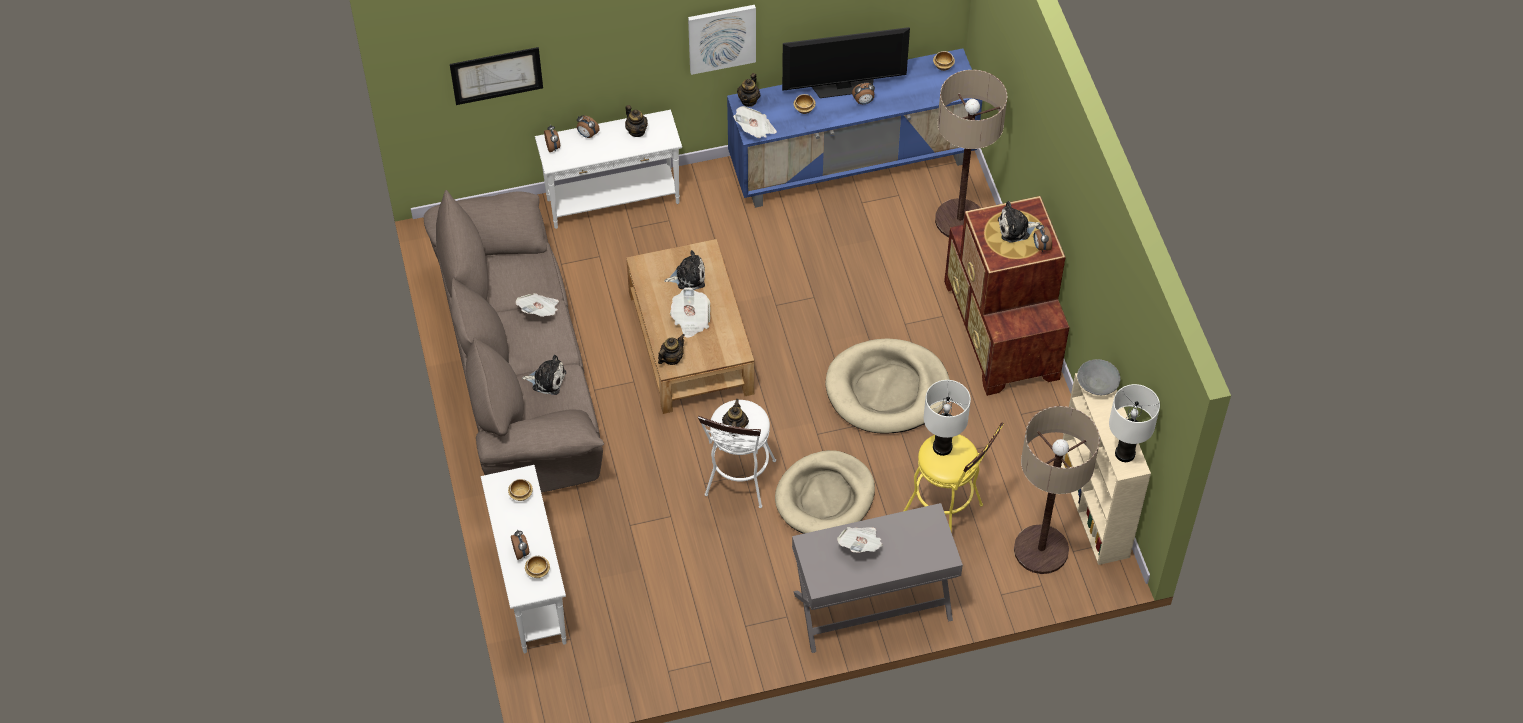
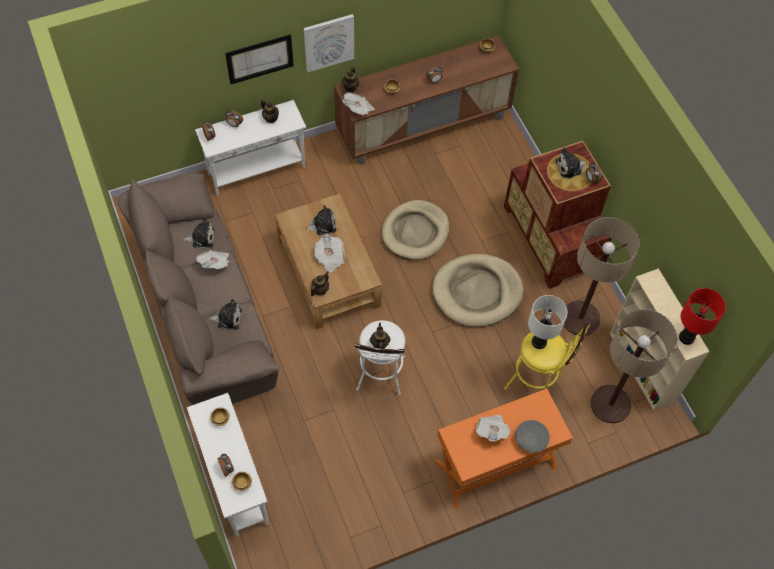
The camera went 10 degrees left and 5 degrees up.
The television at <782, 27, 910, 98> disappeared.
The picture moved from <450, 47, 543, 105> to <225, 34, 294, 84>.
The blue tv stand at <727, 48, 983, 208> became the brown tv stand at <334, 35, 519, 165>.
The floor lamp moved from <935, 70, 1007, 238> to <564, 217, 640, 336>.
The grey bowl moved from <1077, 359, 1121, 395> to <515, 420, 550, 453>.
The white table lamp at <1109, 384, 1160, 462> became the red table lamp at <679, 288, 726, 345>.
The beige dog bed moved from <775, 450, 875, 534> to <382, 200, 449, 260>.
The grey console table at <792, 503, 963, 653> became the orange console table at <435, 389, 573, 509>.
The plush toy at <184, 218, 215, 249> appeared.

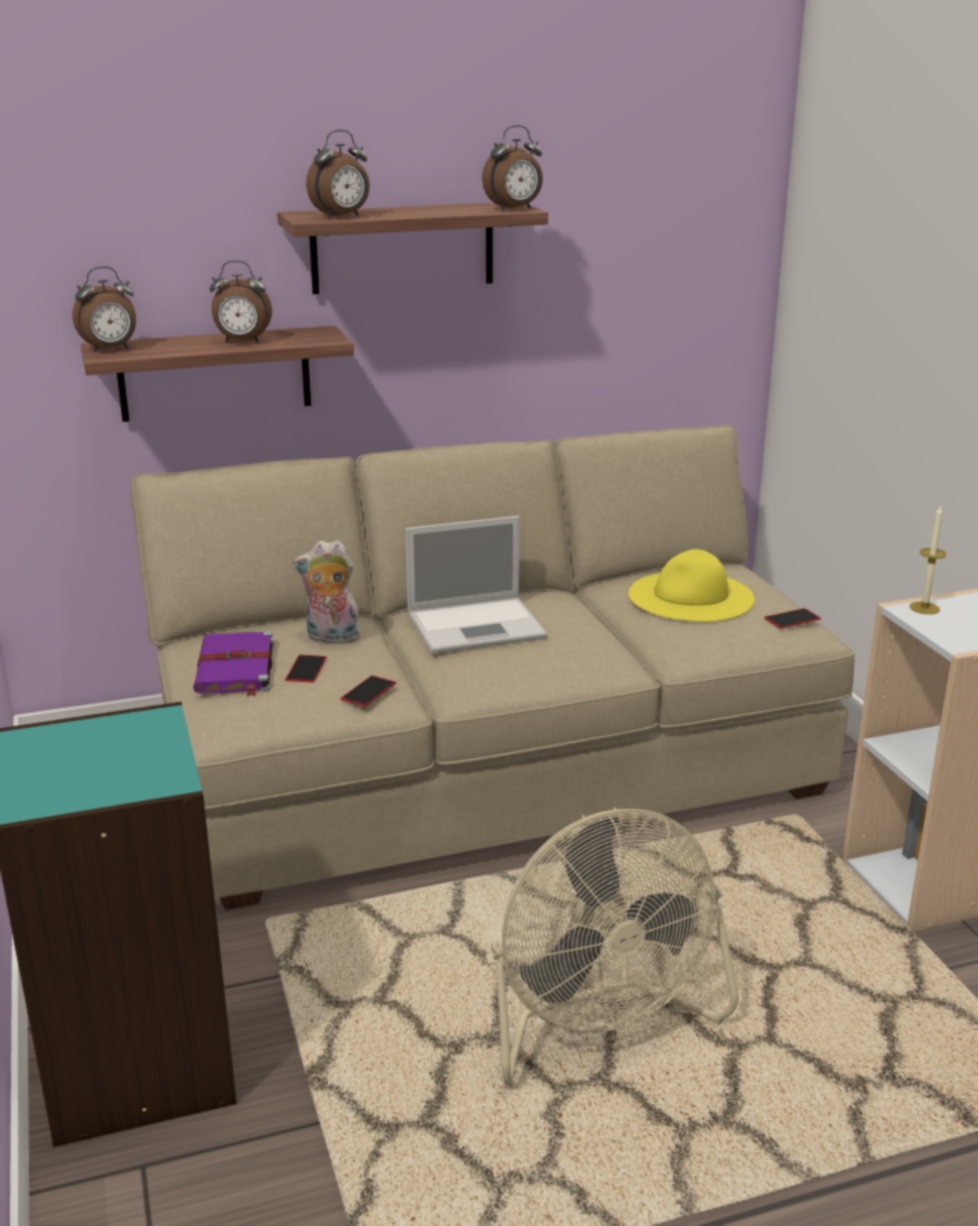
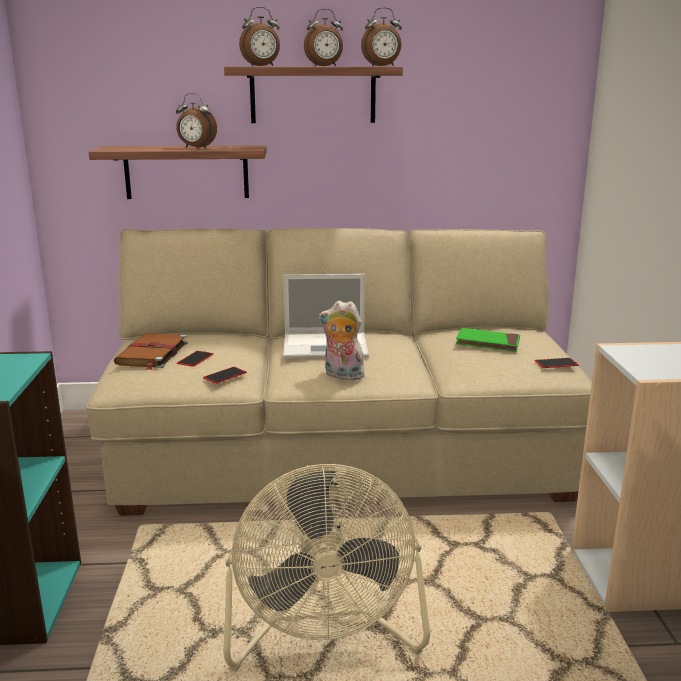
The camera went 15 degrees right and 5 degrees down.
The alarm clock moved from <73, 267, 136, 352> to <304, 9, 343, 66>.
The candle at <910, 504, 946, 614> disappeared.
The plush toy moved from <293, 540, 364, 644> to <319, 300, 365, 380>.
The yellow hat at <629, 549, 754, 622> was replaced by the green book at <456, 328, 520, 352>.
The purple book at <193, 631, 274, 697> became the brown book at <114, 333, 188, 370>.

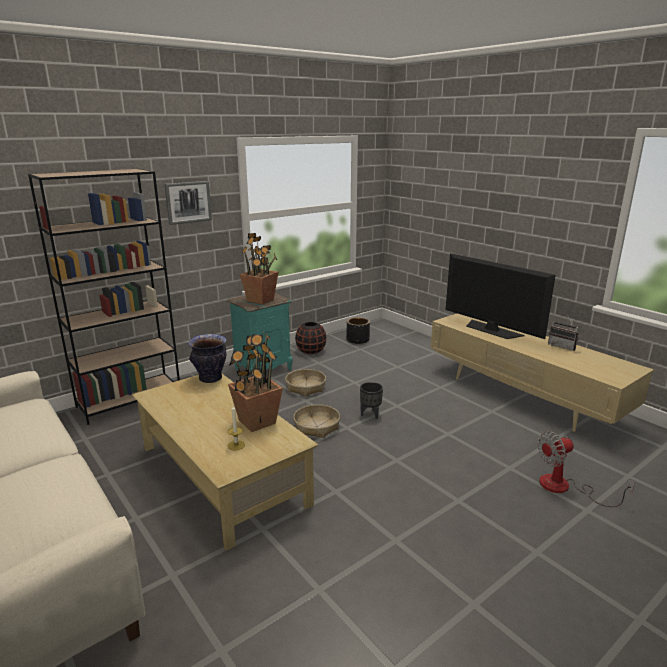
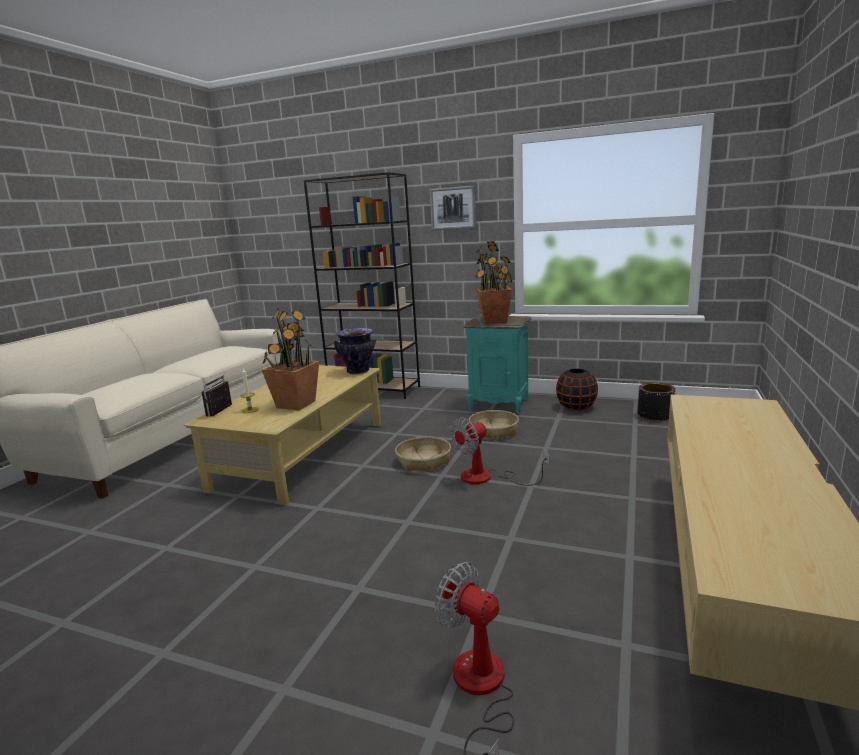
The camera went 60 degrees right and 5 degrees down.
The television at <445, 253, 555, 339> disappeared.
The radio moved from <548, 315, 579, 351> to <201, 371, 232, 417>.
The black planter at <360, 382, 383, 419> was replaced by the fan at <451, 417, 550, 486>.

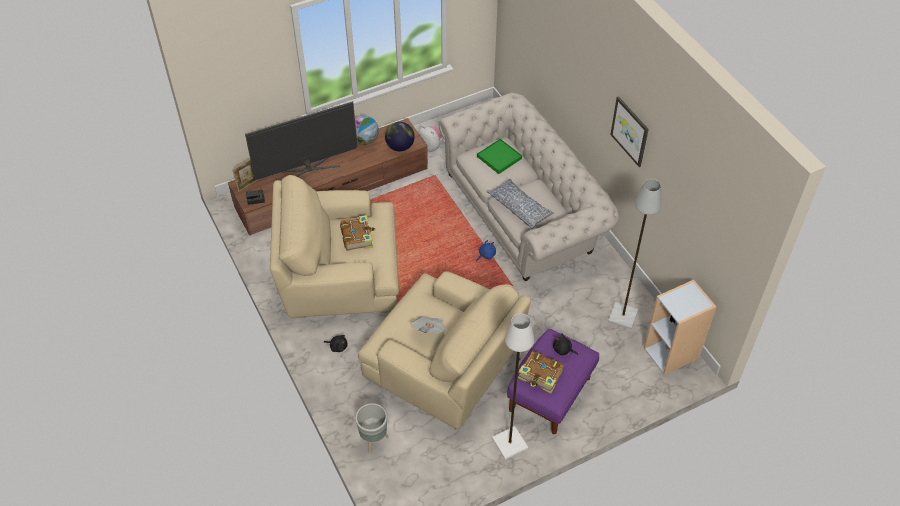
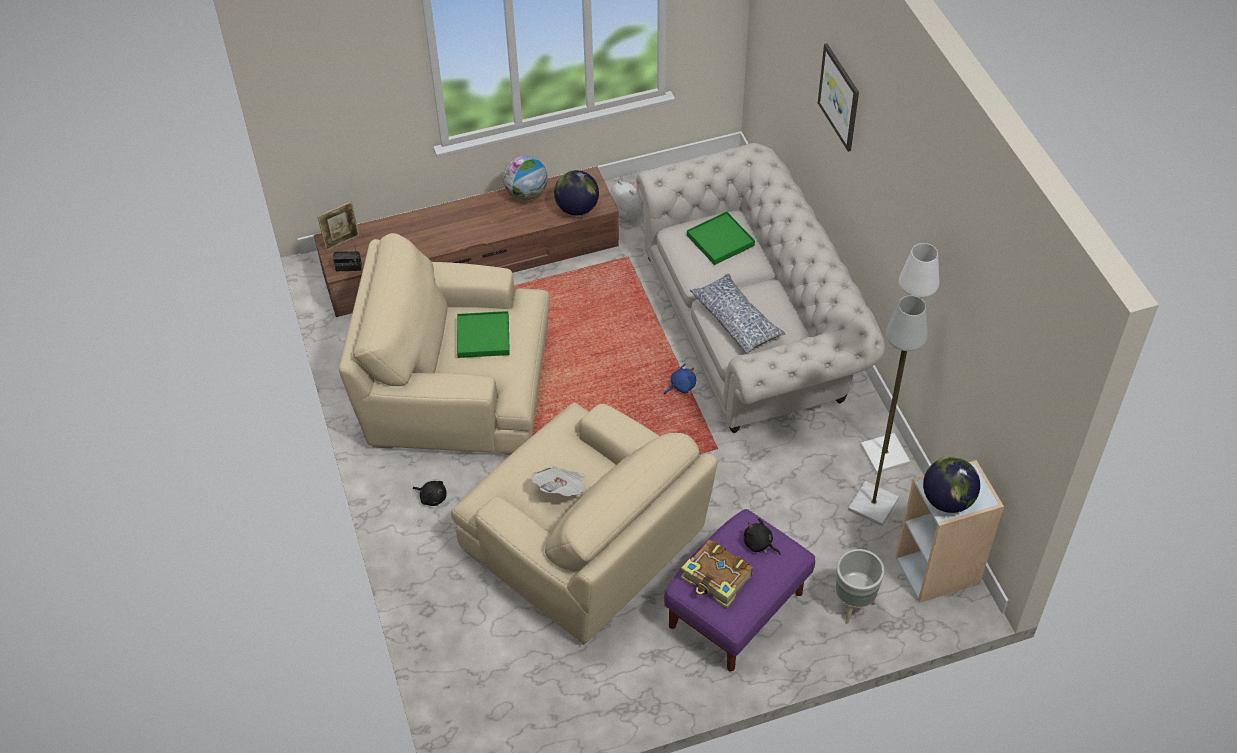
The camera went 10 degrees right and 0 degrees up.
The picture moved from <610, 96, 649, 167> to <818, 43, 859, 152>.
The television at <245, 101, 358, 180> disappeared.
The book at <340, 215, 376, 251> was replaced by the green tray at <457, 311, 510, 358>.
The white floor lamp moved from <492, 313, 534, 460> to <861, 243, 939, 474>.
The grey planter moved from <355, 403, 389, 454> to <836, 549, 885, 624>.
The globe at <923, 457, 980, 513> appeared.

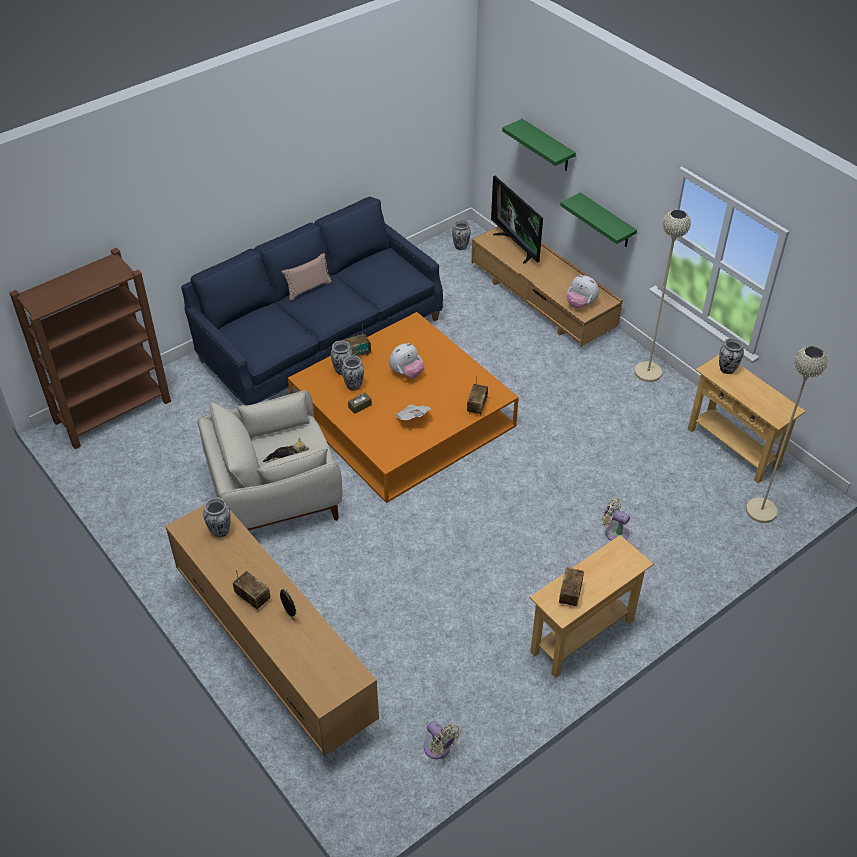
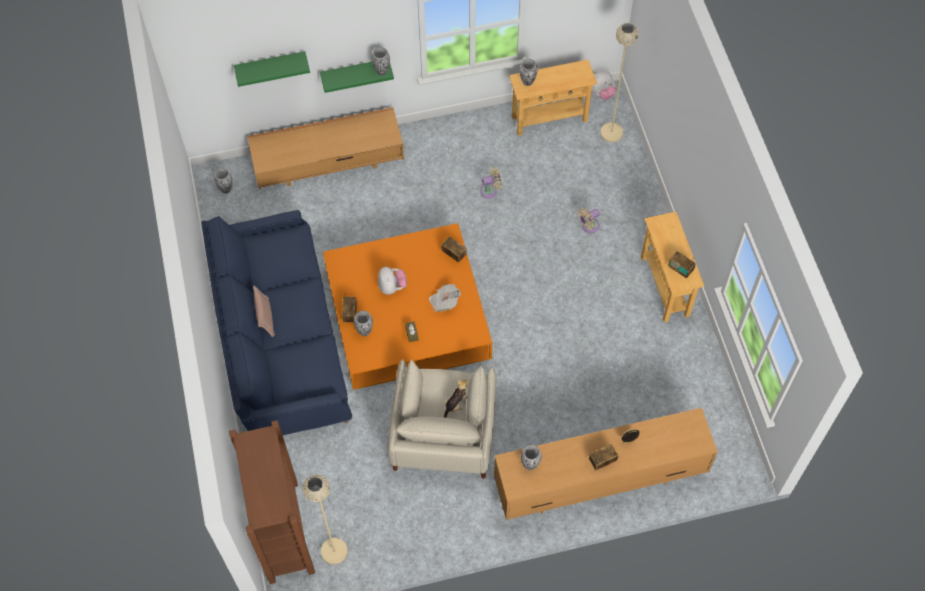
The camera went 65 degrees left and 15 degrees up.
The television at <491, 176, 543, 264> disappeared.
The beige floor lamp moved from <635, 209, 691, 382> to <303, 475, 348, 564>.
The plush toy moved from <566, 275, 599, 309> to <592, 72, 616, 100>.
The vase moved from <342, 356, 364, 391> to <372, 47, 390, 75>.
The beige fan moved from <424, 721, 460, 759> to <480, 167, 502, 199>.

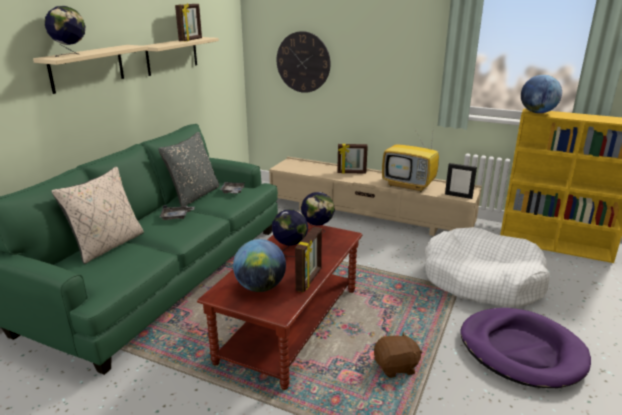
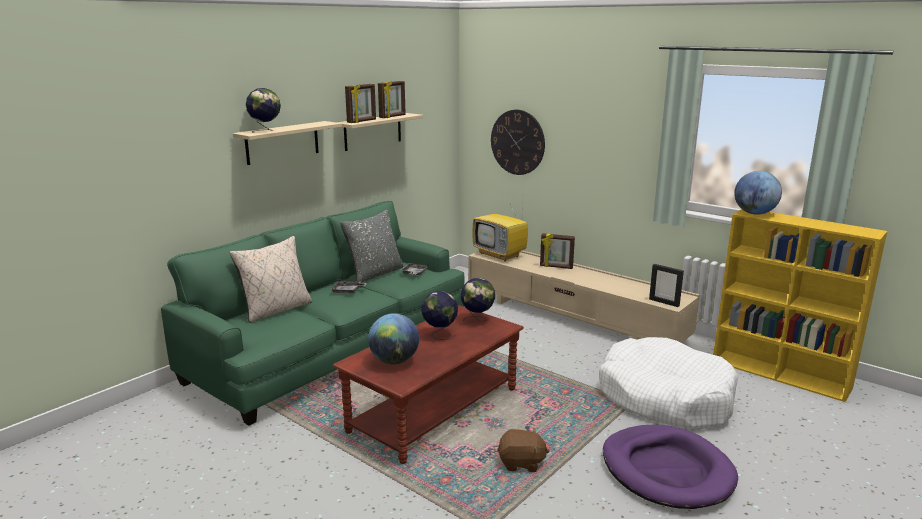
The camera went 15 degrees right and 5 degrees down.
The television moved from <382, 126, 439, 192> to <472, 198, 528, 261>.
The picture frame moved from <295, 227, 322, 292> to <345, 84, 376, 123>.

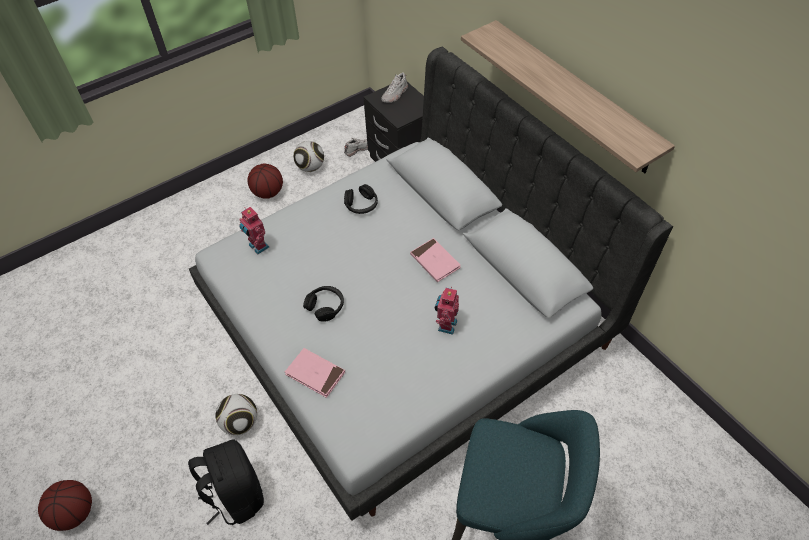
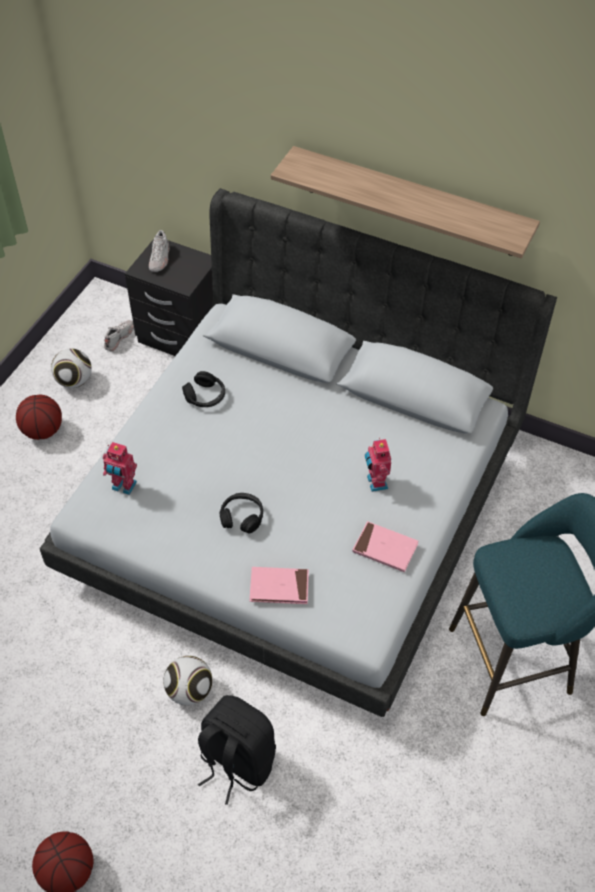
The camera went 30 degrees left and 0 degrees up.
The pink book moved from <410, 238, 461, 282> to <352, 521, 418, 572>.

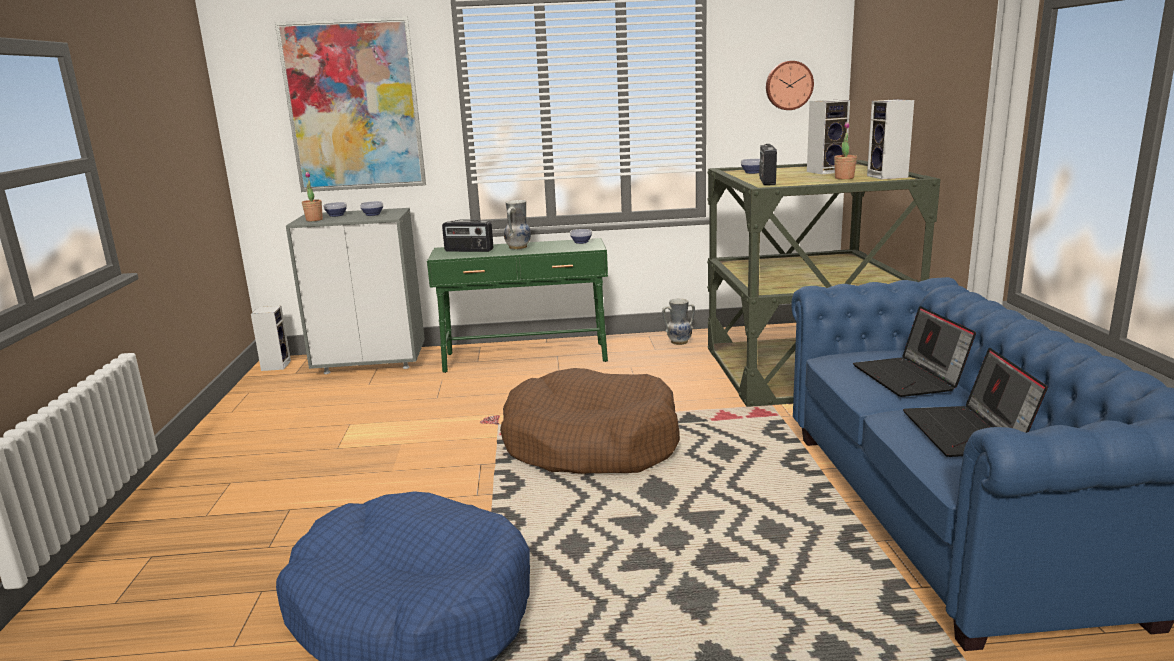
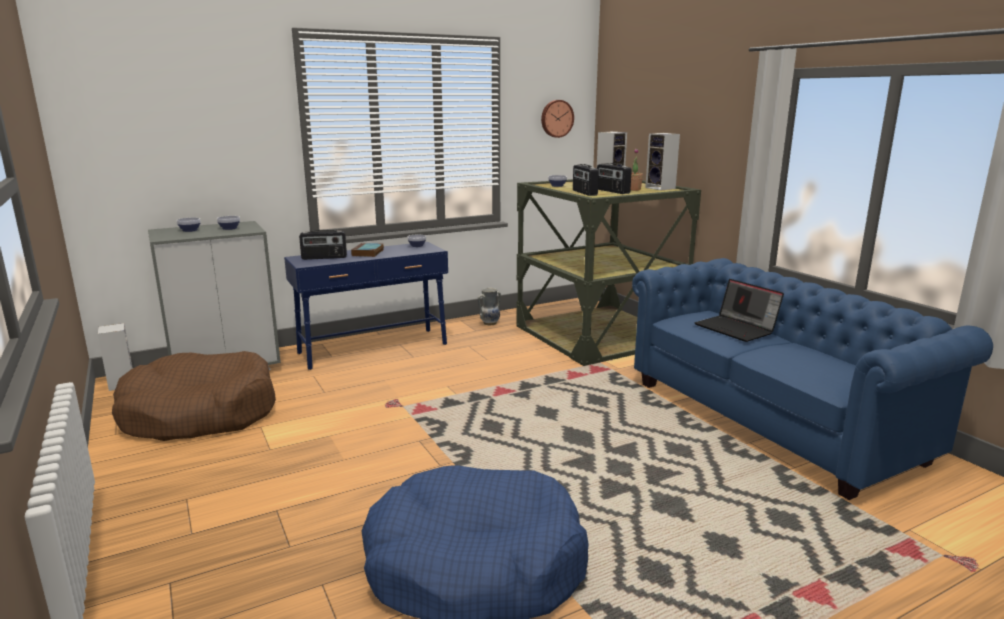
The camera went 25 degrees left and 0 degrees up.
The picture at <275, 17, 426, 192> disappeared.
The potted plant at <302, 172, 323, 221> disappeared.
The vase at <504, 200, 531, 249> was replaced by the book at <351, 243, 384, 257>.
The green console table at <427, 238, 608, 373> became the blue console table at <284, 242, 448, 370>.
The laptop at <903, 348, 1048, 457> disappeared.
The brown dog bed moved from <500, 368, 680, 474> to <112, 351, 276, 441>.
The radio at <597, 163, 632, 194> appeared.

